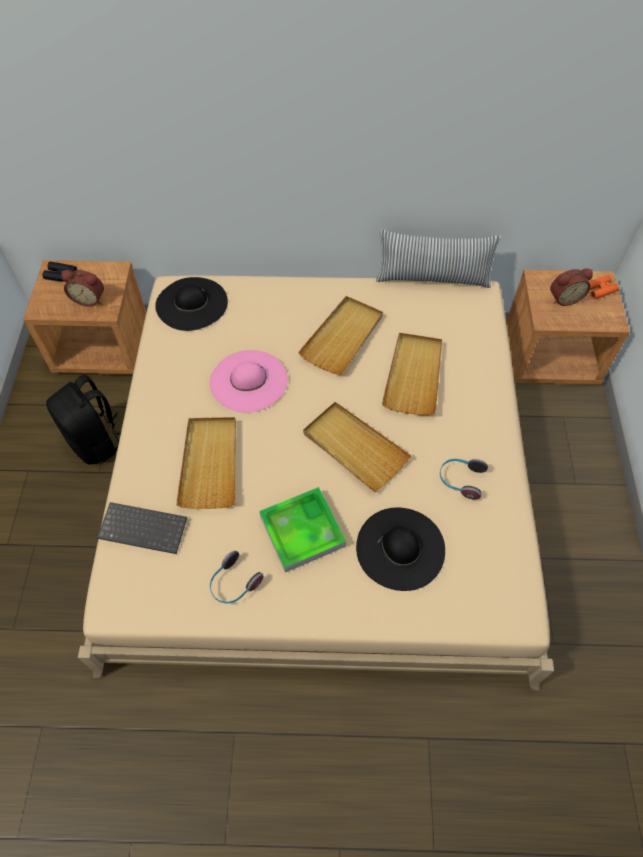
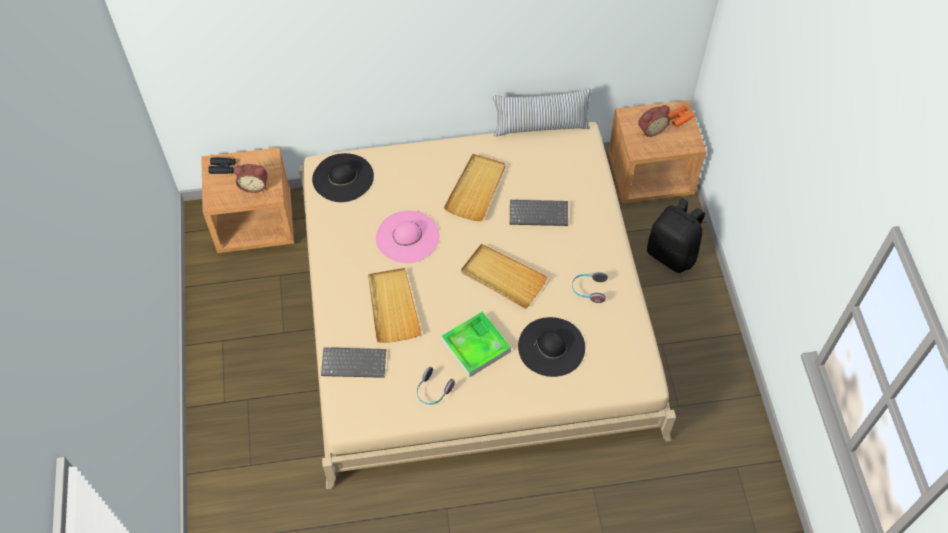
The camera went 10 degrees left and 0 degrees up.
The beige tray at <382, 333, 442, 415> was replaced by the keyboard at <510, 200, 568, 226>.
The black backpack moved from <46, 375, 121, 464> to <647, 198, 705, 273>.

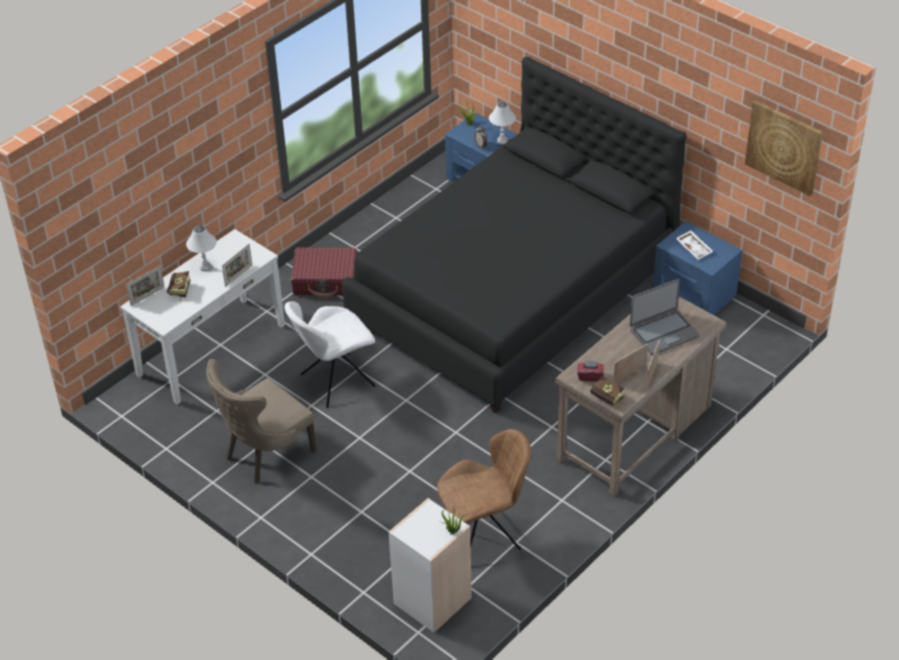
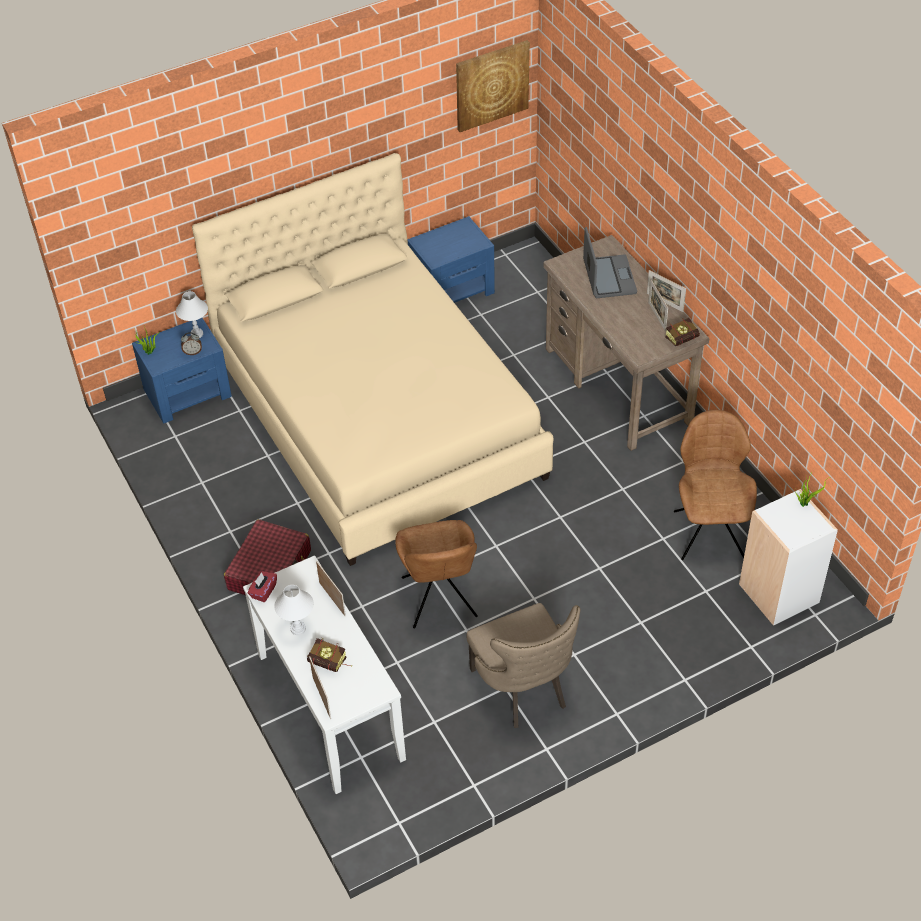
The camera went 70 degrees left and 5 degrees up.
The black bed at <342, 57, 686, 414> became the beige bed at <192, 153, 554, 566>.
The white tray at <676, 230, 713, 259> disappeared.
The white chair at <285, 301, 376, 408> became the brown chair at <395, 520, 478, 628>.
The red tissue box moved from <577, 360, 604, 382> to <248, 571, 277, 602>.

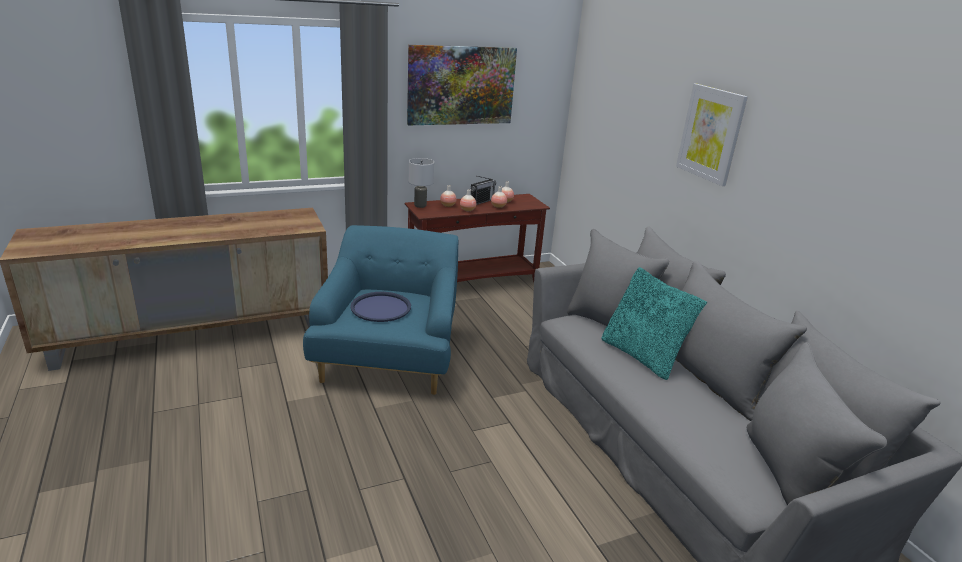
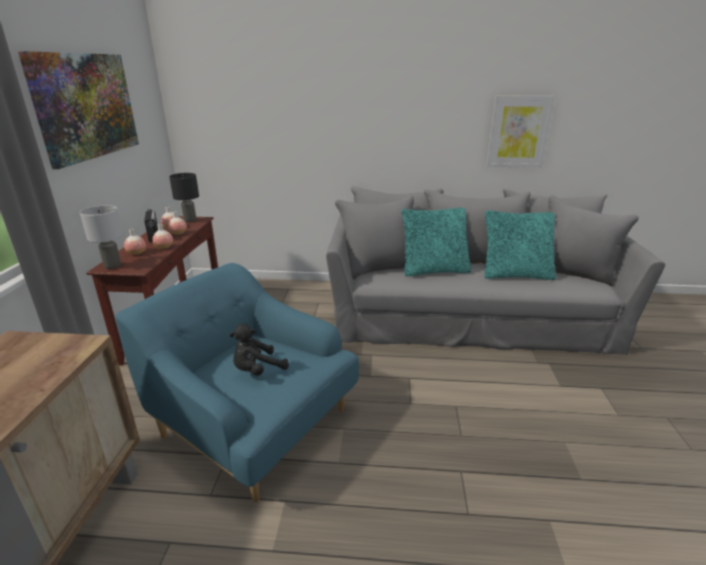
The camera went 60 degrees left and 0 degrees up.
The picture moved from <676, 84, 748, 186> to <486, 96, 555, 168>.
The blue tray at <350, 292, 411, 322> was replaced by the black plush toy at <229, 323, 289, 376>.
The black table lamp at <169, 173, 199, 222> appeared.
The turquoise pillow at <484, 210, 556, 280> appeared.

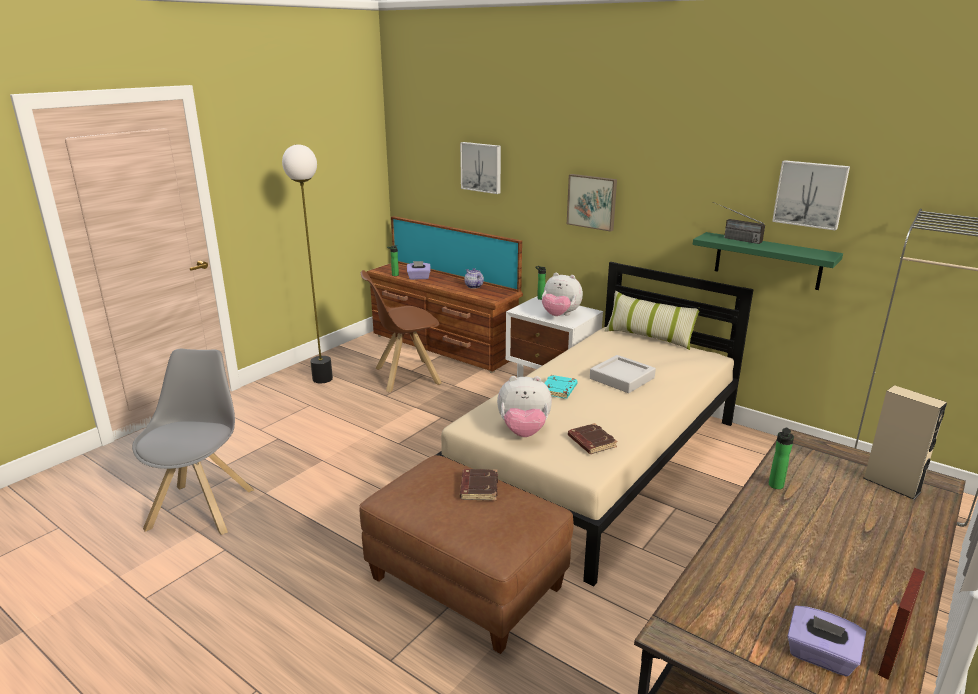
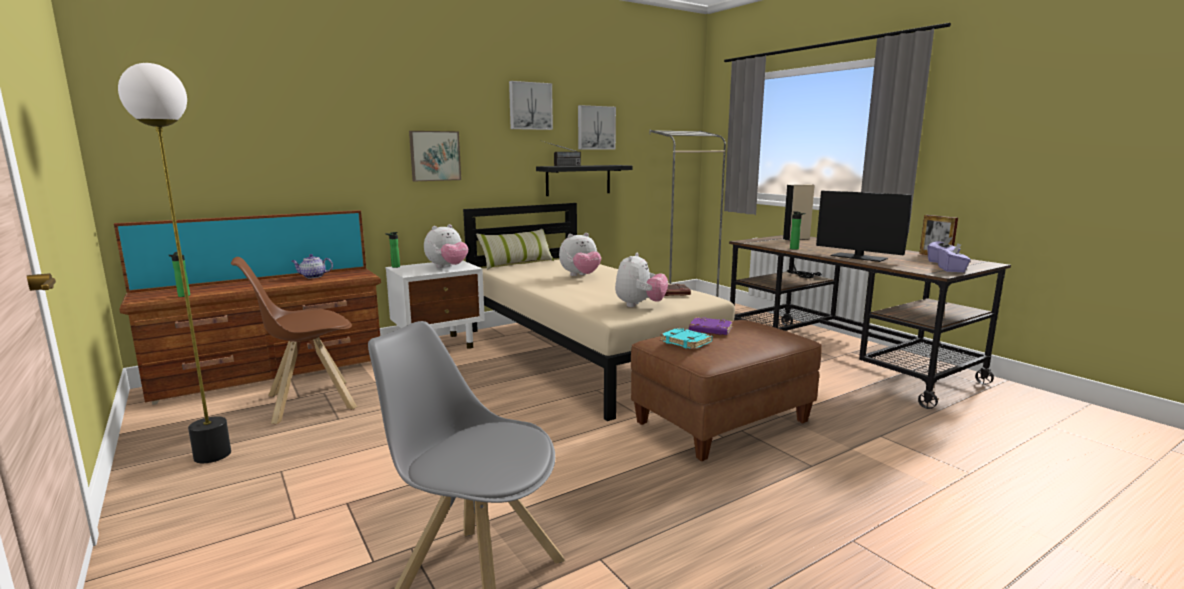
The camera went 70 degrees left and 10 degrees down.
The picture moved from <460, 142, 501, 194> to <509, 81, 553, 130>.
The green shelf at <693, 232, 843, 290> became the black shelf at <536, 165, 633, 196>.
The purple tissue box moved from <407, 261, 430, 280> to <938, 243, 971, 272>.
The brown chair at <361, 270, 442, 392> turned 60 degrees clockwise.
The grey tray at <590, 355, 656, 393> was replaced by the plush toy at <559, 233, 601, 276>.
The turquoise book moved from <545, 375, 577, 399> to <660, 328, 713, 349>.
The brown book at <460, 469, 498, 501> became the purple book at <689, 317, 733, 335>.
The monitor at <816, 191, 912, 262> appeared.

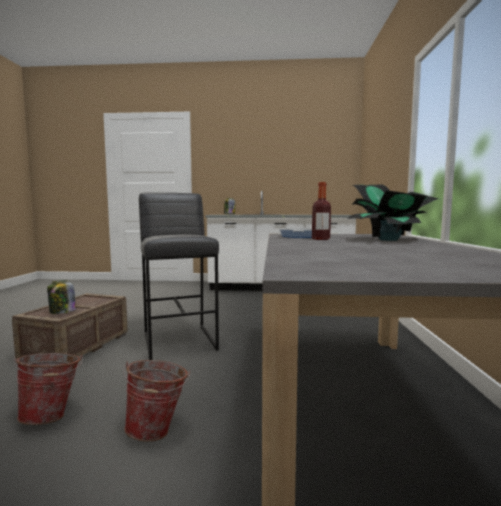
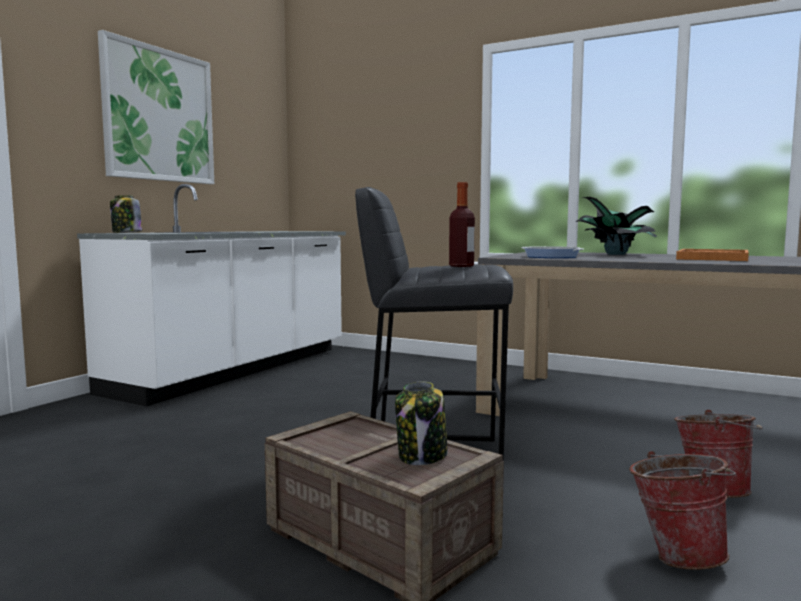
The camera went 65 degrees left and 0 degrees up.
The bottle moved from <312, 182, 331, 240> to <449, 182, 475, 267>.
The picture at <98, 30, 214, 184> appeared.
The orange tray at <676, 249, 749, 261> appeared.

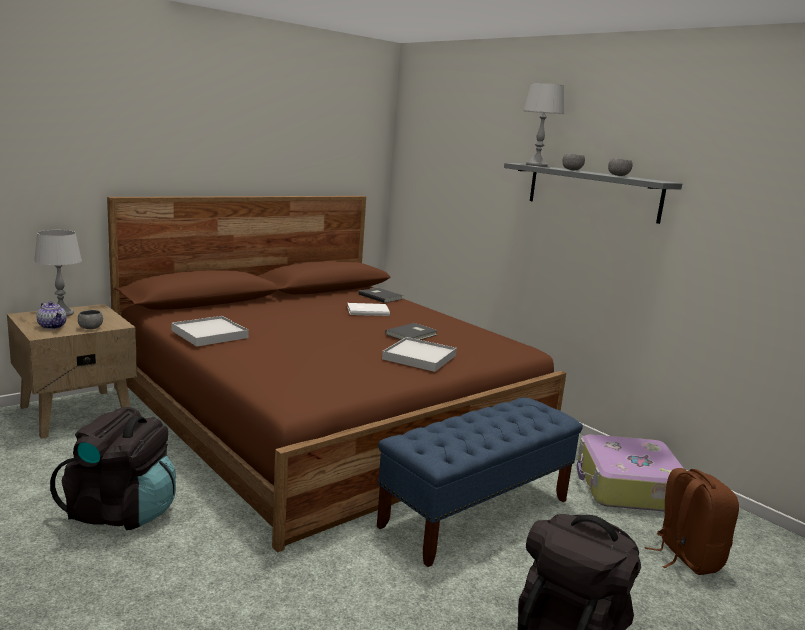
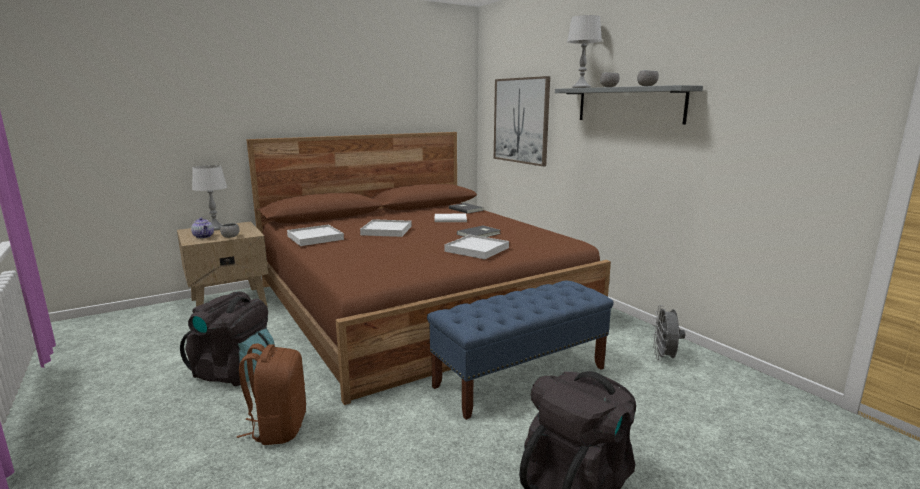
The camera went 10 degrees right and 0 degrees up.
The suitcase at <576, 434, 684, 512> was replaced by the grey fan at <653, 305, 685, 361>.
The brown backpack moved from <645, 468, 739, 575> to <237, 343, 306, 445>.
The picture at <494, 76, 550, 166> appeared.
The white tray at <360, 219, 412, 237> appeared.

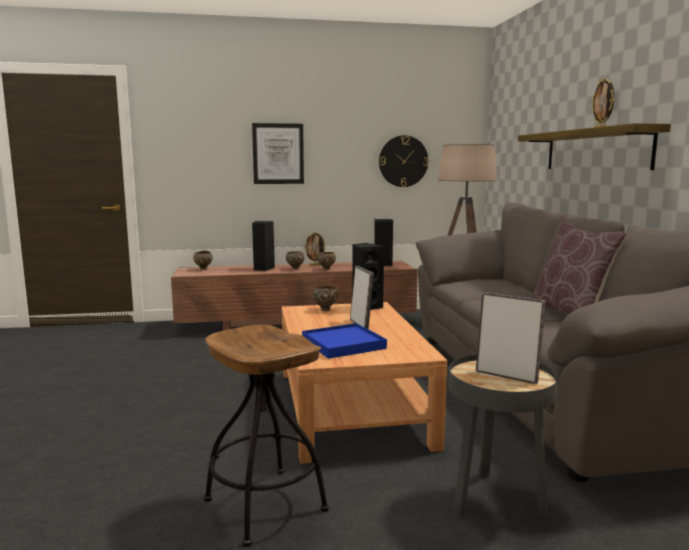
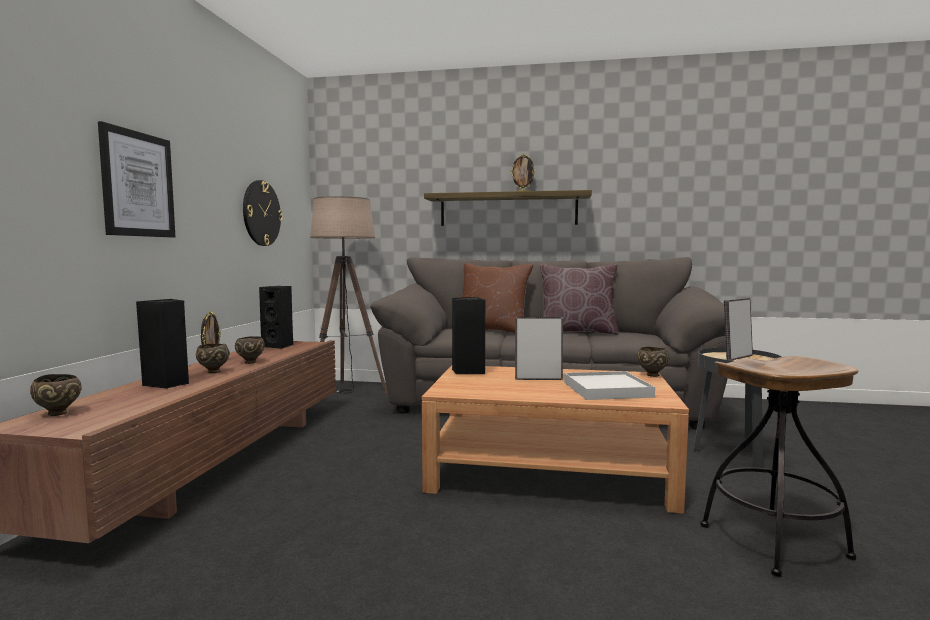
The camera went 70 degrees left and 5 degrees down.
The brown bowl moved from <313, 286, 338, 311> to <637, 347, 670, 377>.
The blue tray at <302, 323, 387, 359> became the white tray at <564, 371, 655, 400>.
The brown pillow at <462, 263, 533, 333> appeared.

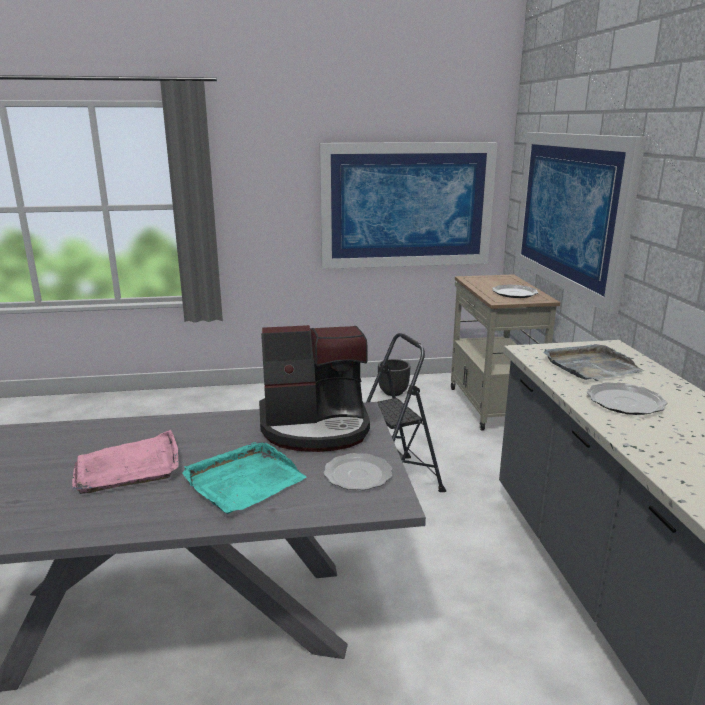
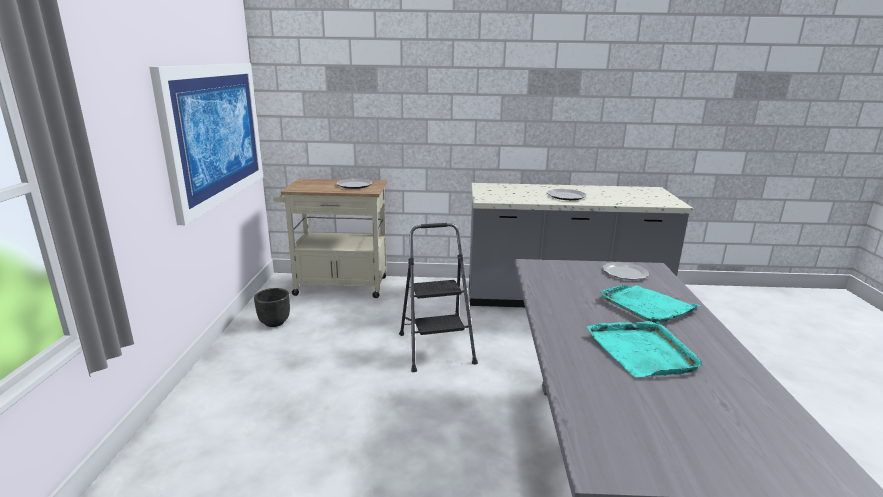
The camera went 80 degrees left and 0 degrees up.
The picture at <515, 132, 646, 314> disappeared.
The coffee machine at <259, 325, 370, 452> disappeared.
The grey tray at <543, 344, 644, 380> disappeared.
The pink tray at <72, 430, 179, 494> became the turquoise tray at <587, 321, 702, 377>.

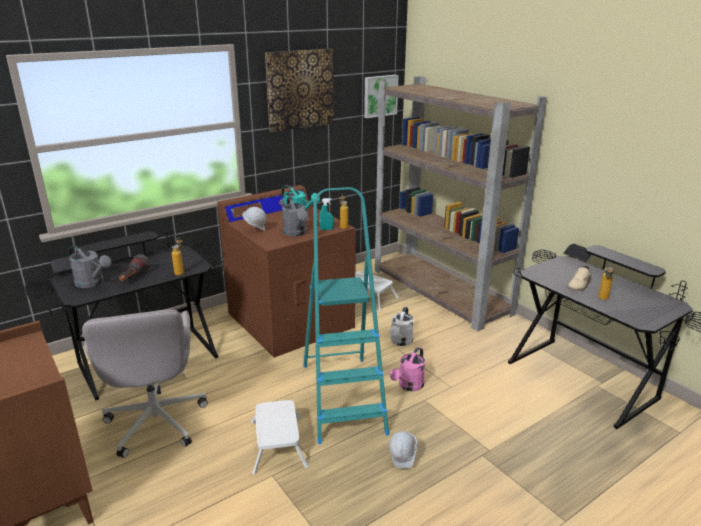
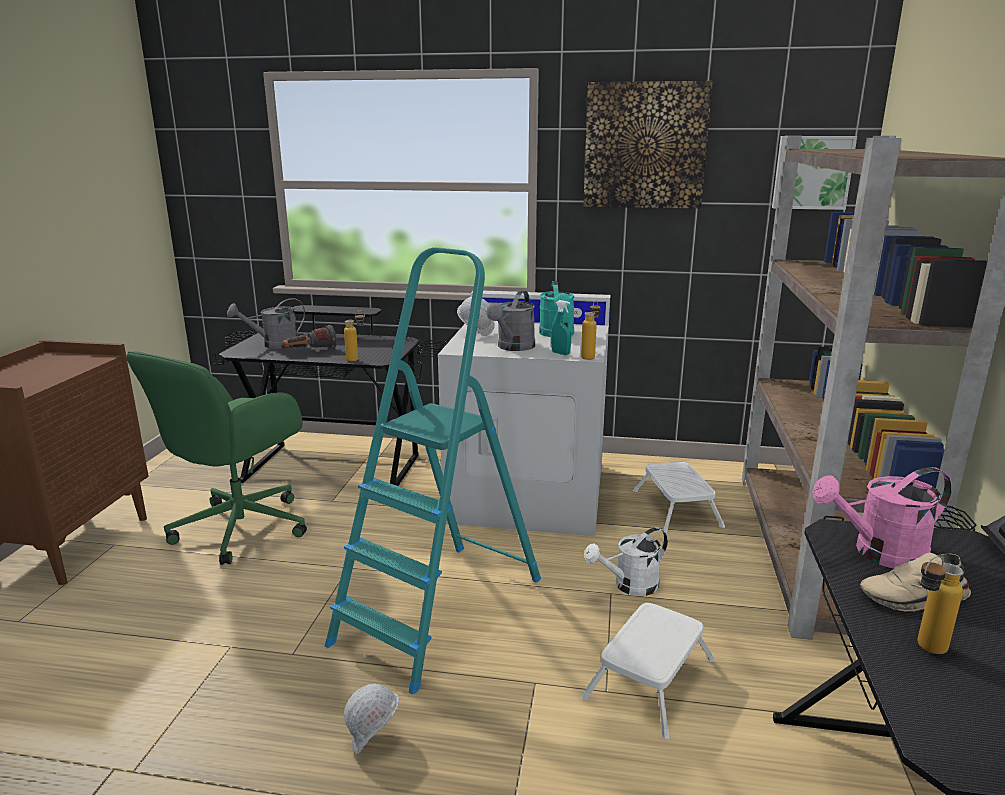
The camera went 45 degrees right and 5 degrees down.
The brown washing machine at <217, 185, 356, 357> became the white washing machine at <438, 290, 611, 536>.
The grey watering can at <69, 245, 111, 288> turned 75 degrees clockwise.
The grey office chair at <82, 309, 208, 458> became the green office chair at <126, 351, 307, 565>.
The pink watering can moved from <390, 347, 425, 391> to <812, 467, 952, 569>.
The white step ladder moved from <250, 400, 308, 475> to <581, 603, 716, 739>.

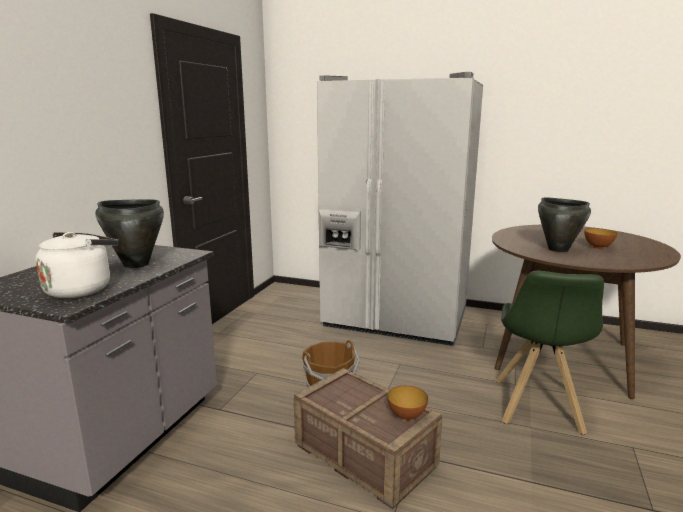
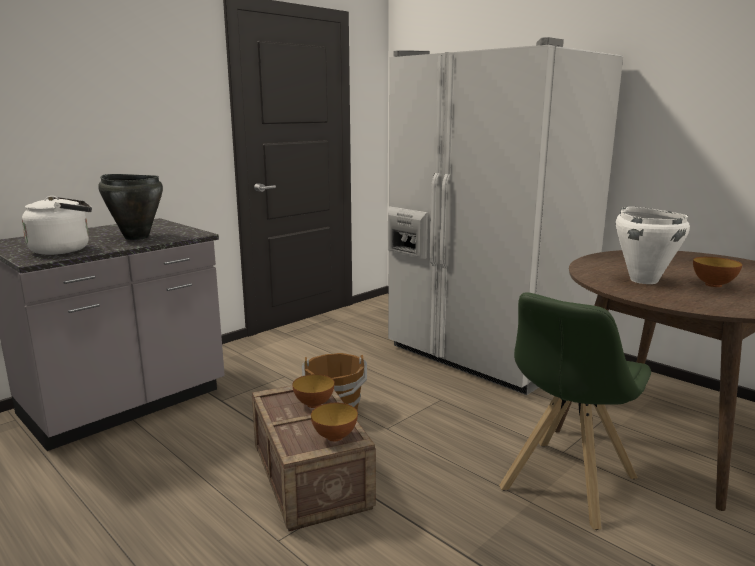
The camera went 25 degrees right and 0 degrees up.
The black cooking pot at <538, 198, 591, 252> became the white cooking pot at <616, 207, 690, 284>.
The bowl at <292, 374, 335, 408> appeared.

